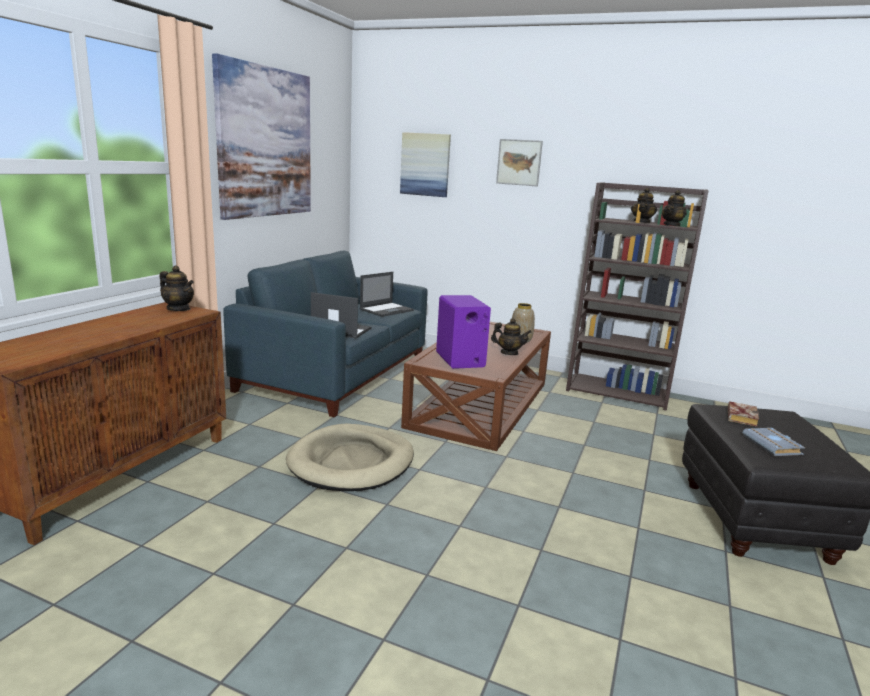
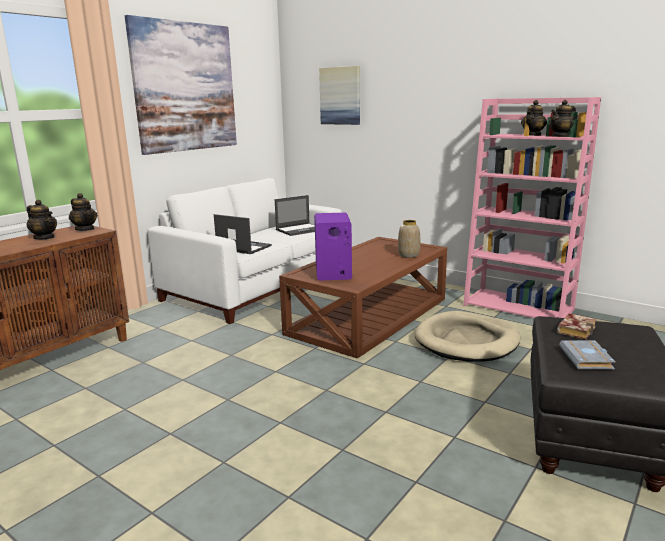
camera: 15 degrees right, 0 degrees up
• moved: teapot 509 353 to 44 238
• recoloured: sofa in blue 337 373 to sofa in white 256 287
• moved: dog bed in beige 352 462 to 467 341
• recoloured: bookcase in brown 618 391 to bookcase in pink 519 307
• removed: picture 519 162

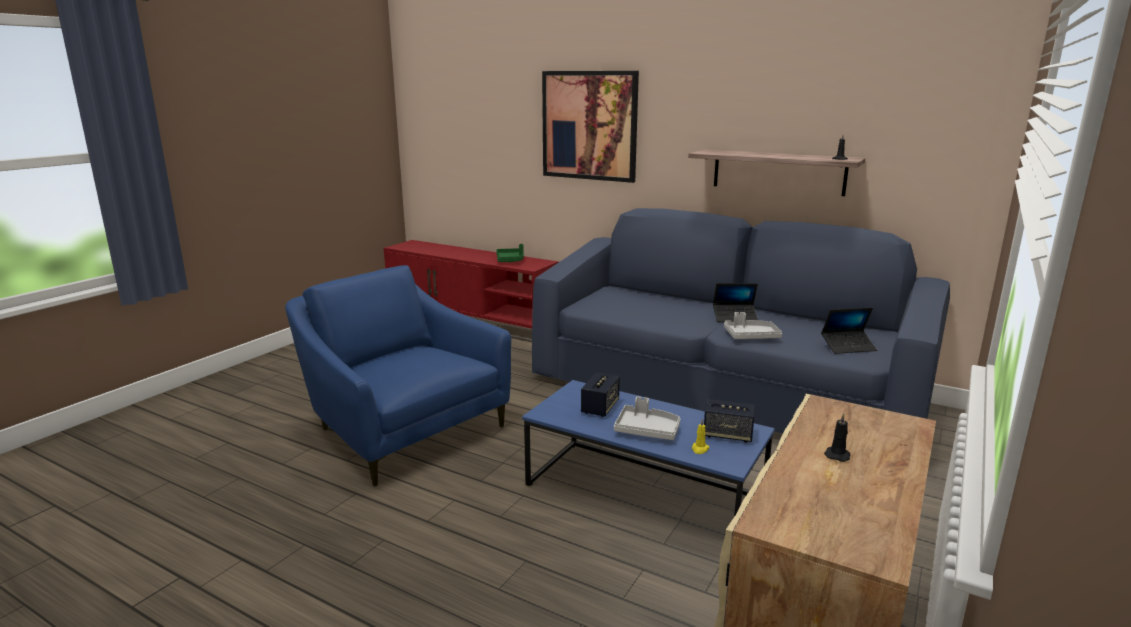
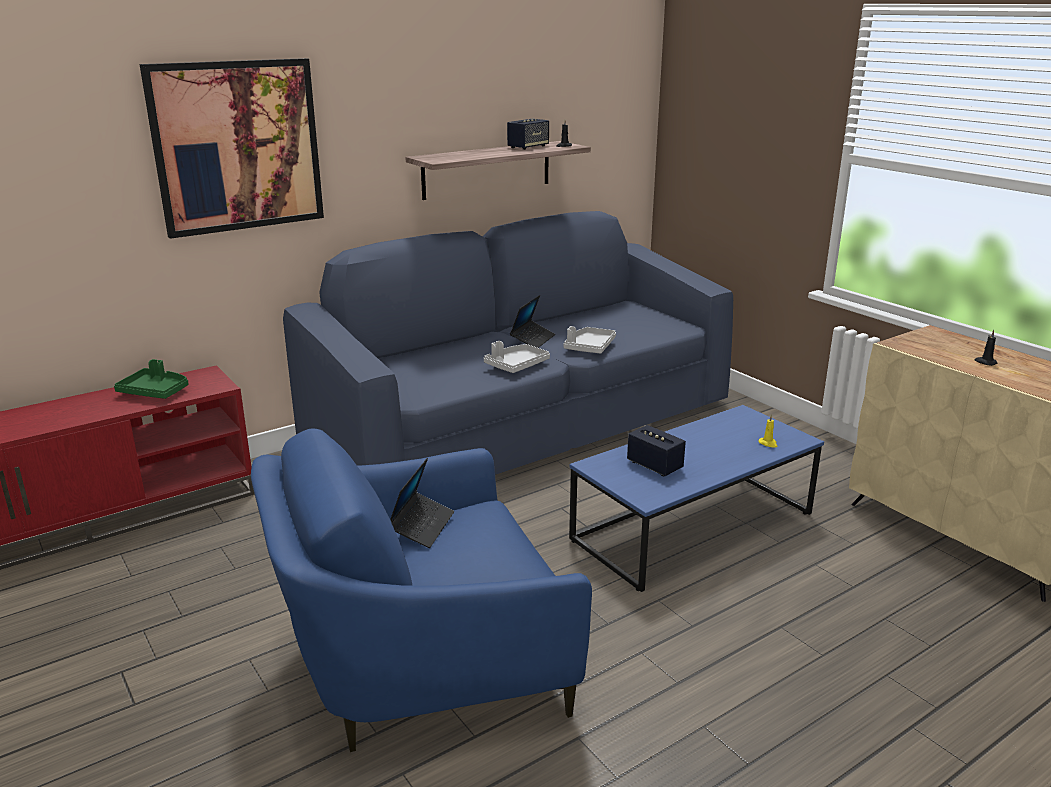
camera: 65 degrees left, 5 degrees up
• moved: laptop 848 347 to 422 526
• moved: tray in grey 647 430 to 516 365
• moved: speaker 727 435 to 528 147

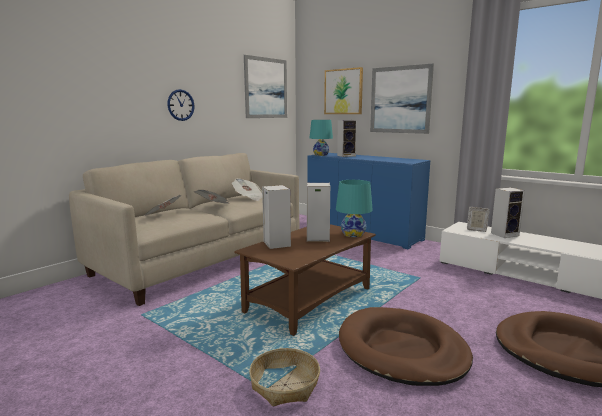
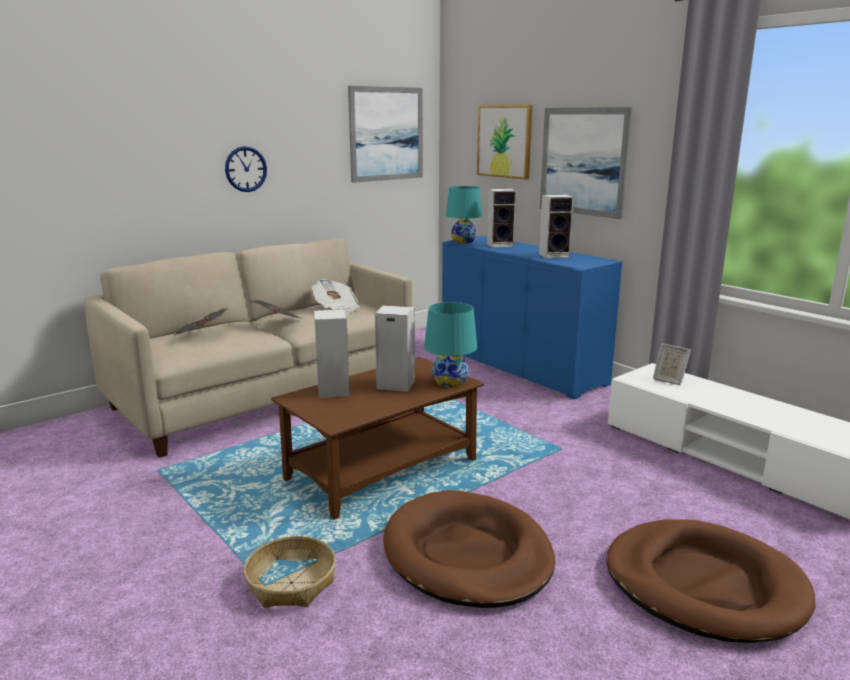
camera: 10 degrees right, 5 degrees up
• moved: speaker 505 234 to 555 255

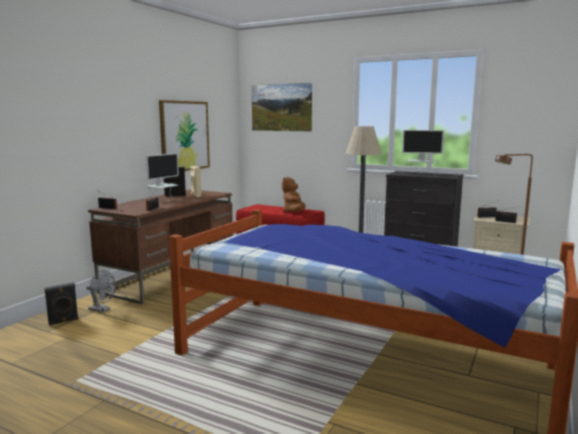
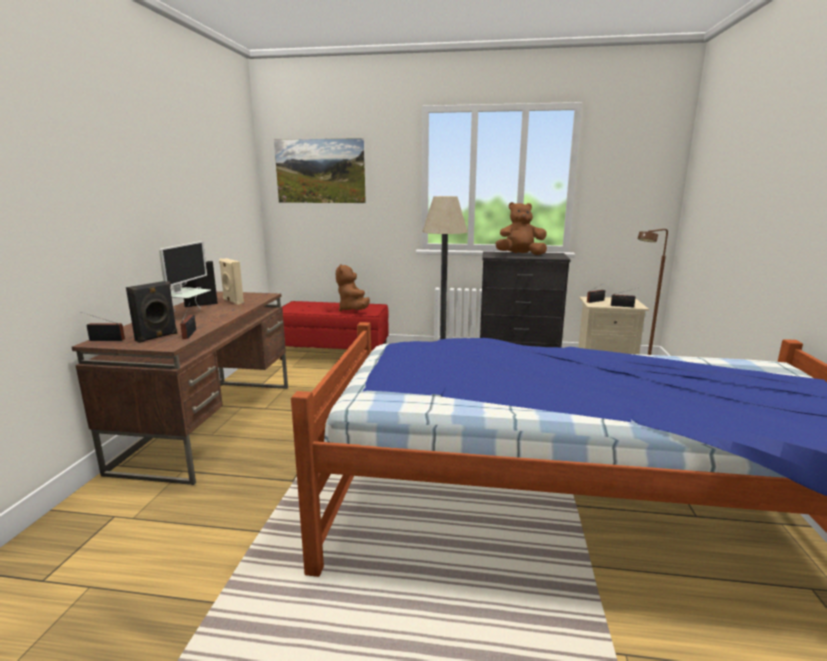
camera: 20 degrees left, 5 degrees up
• moved: speaker in black 63 321 to 157 337
• replaced: monitor 420 174 to plush toy in brown 520 255
• removed: fan in grey 102 310
• removed: picture 184 136

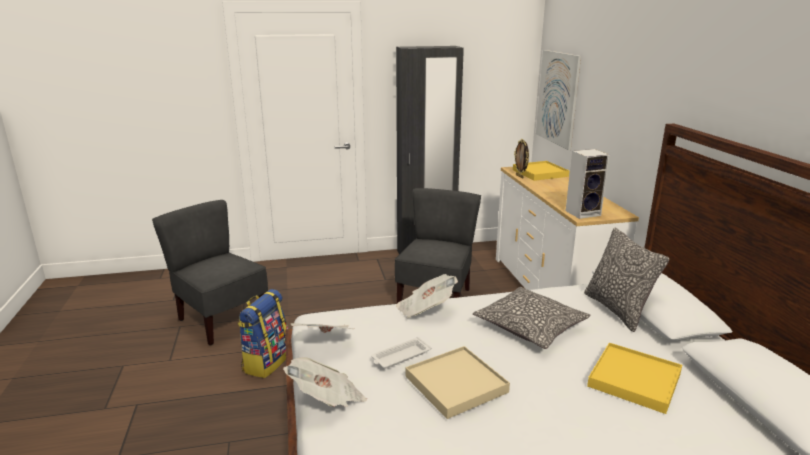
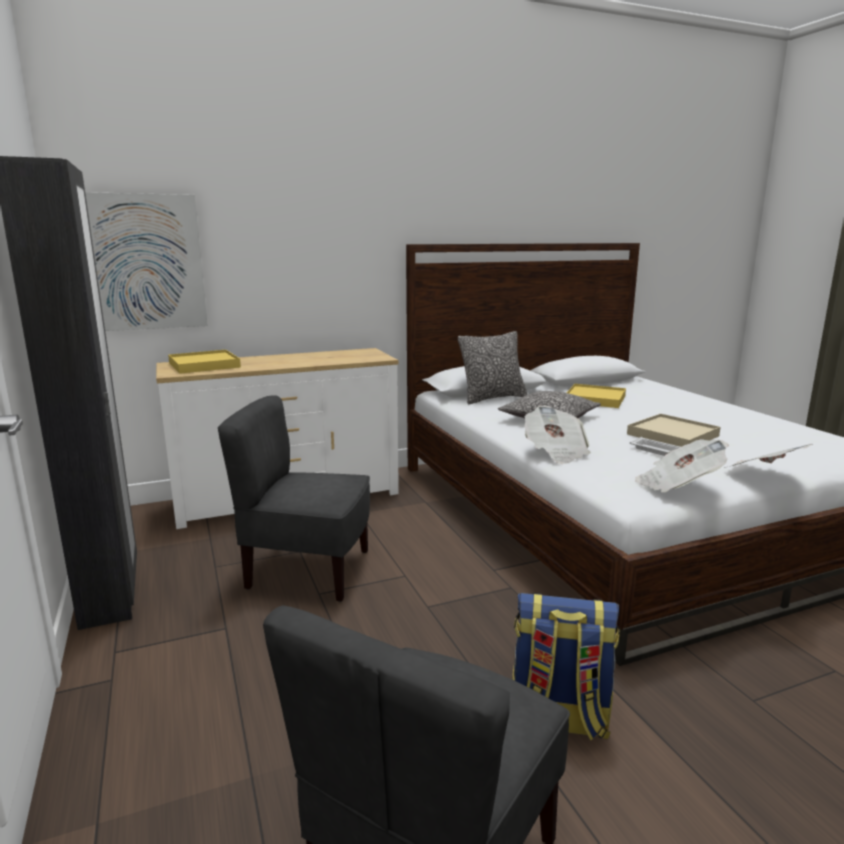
camera: 100 degrees left, 5 degrees down
• removed: picture frame 520 176
• removed: speaker 583 213

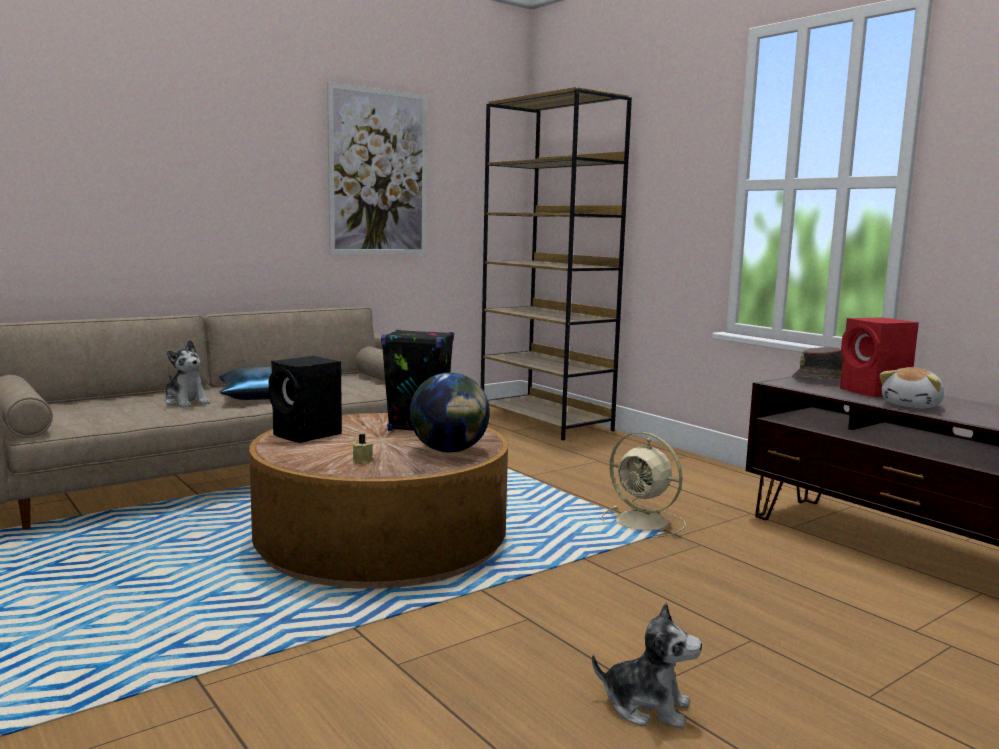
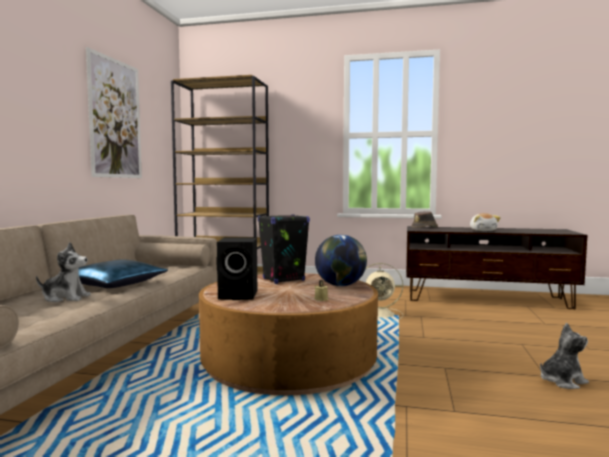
camera: 40 degrees left, 5 degrees down
• removed: speaker in red 875 392

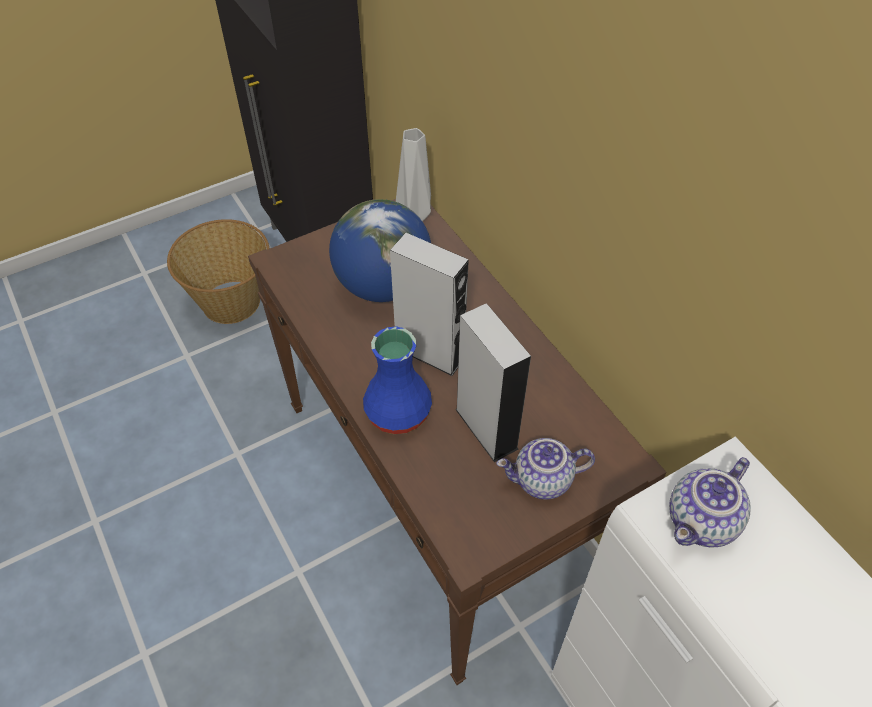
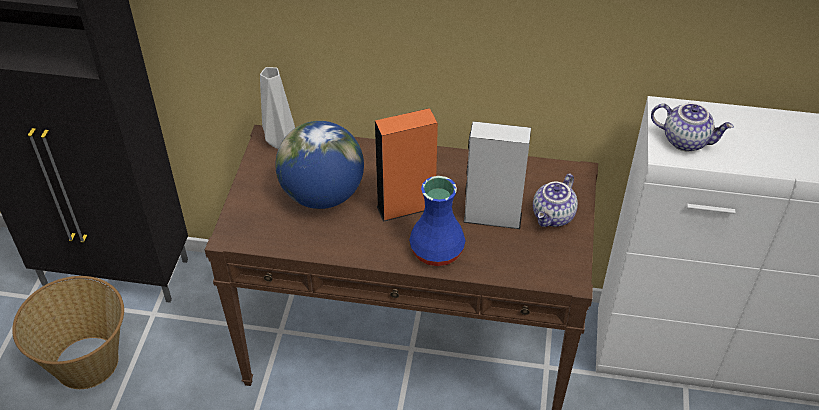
camera: 50 degrees left, 5 degrees down
• recoloured: speaker in grey 430 352 to speaker in orange 406 207
• turned: teapot 702 522 = 686 140 60 degrees counterclockwise

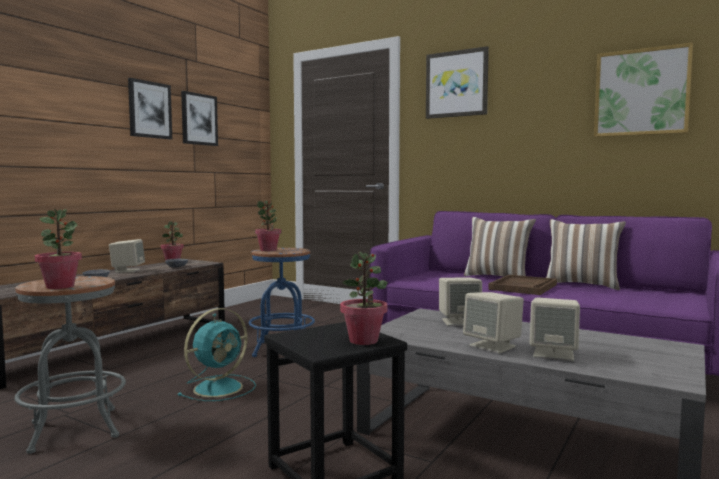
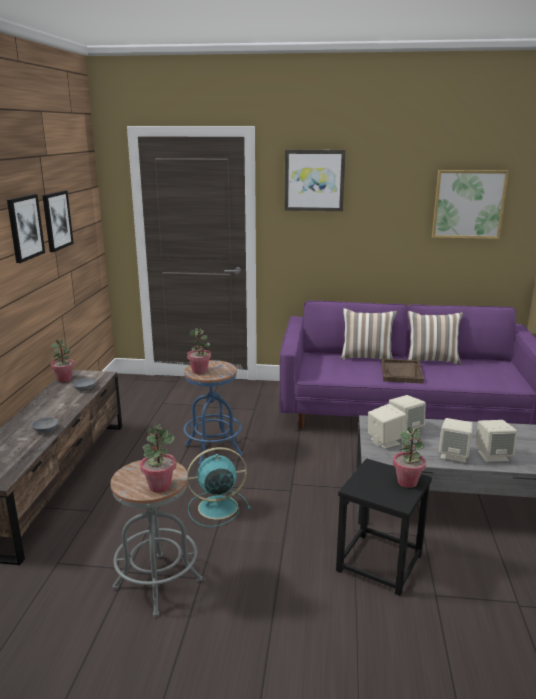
camera: 25 degrees left, 15 degrees up
• turned: fan in turquoise 220 387 = 216 507 120 degrees counterclockwise
• moved: speaker in beige 127 271 to 384 441

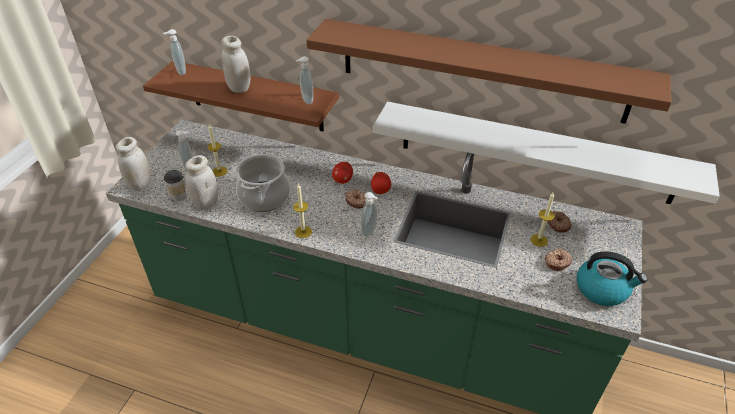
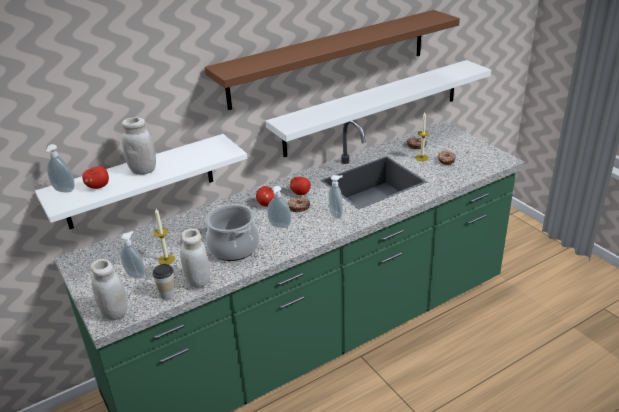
camera: 50 degrees left, 10 degrees down
• recoloured: shelf in brown 255 96 to shelf in white 140 182
• added: apple 98 186
• moved: soap dispenser 306 100 to 279 226
• removed: candle 303 232
• removed: kettle 602 289

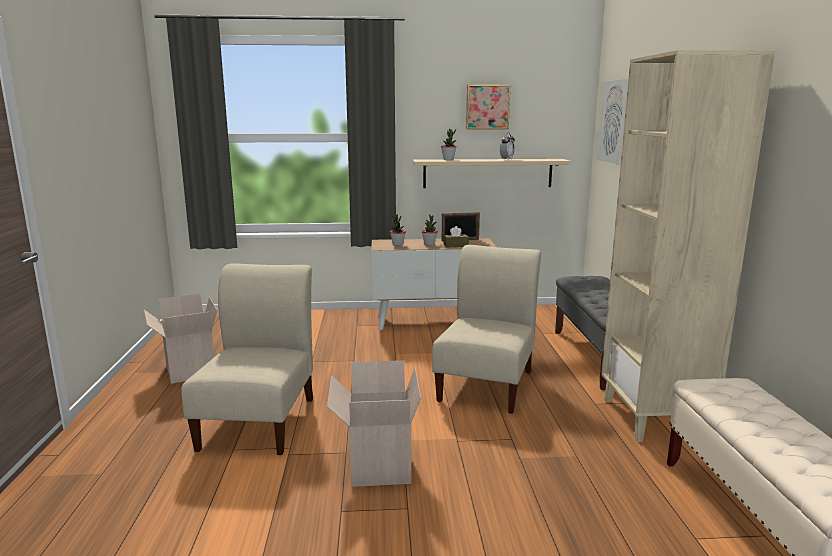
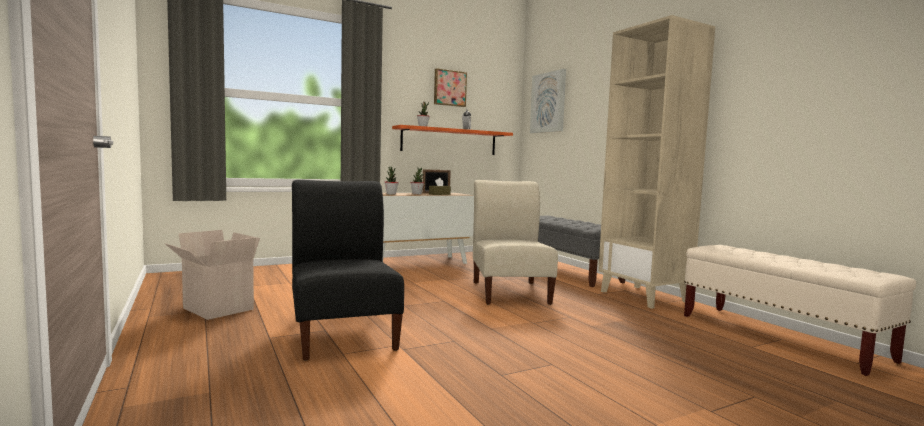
camera: 25 degrees left, 10 degrees down
• recoloured: chair in beige 260 420 to chair in black 344 332
• recoloured: shelf in beige 487 173 to shelf in orange 449 141
• removed: cardboard box 377 464

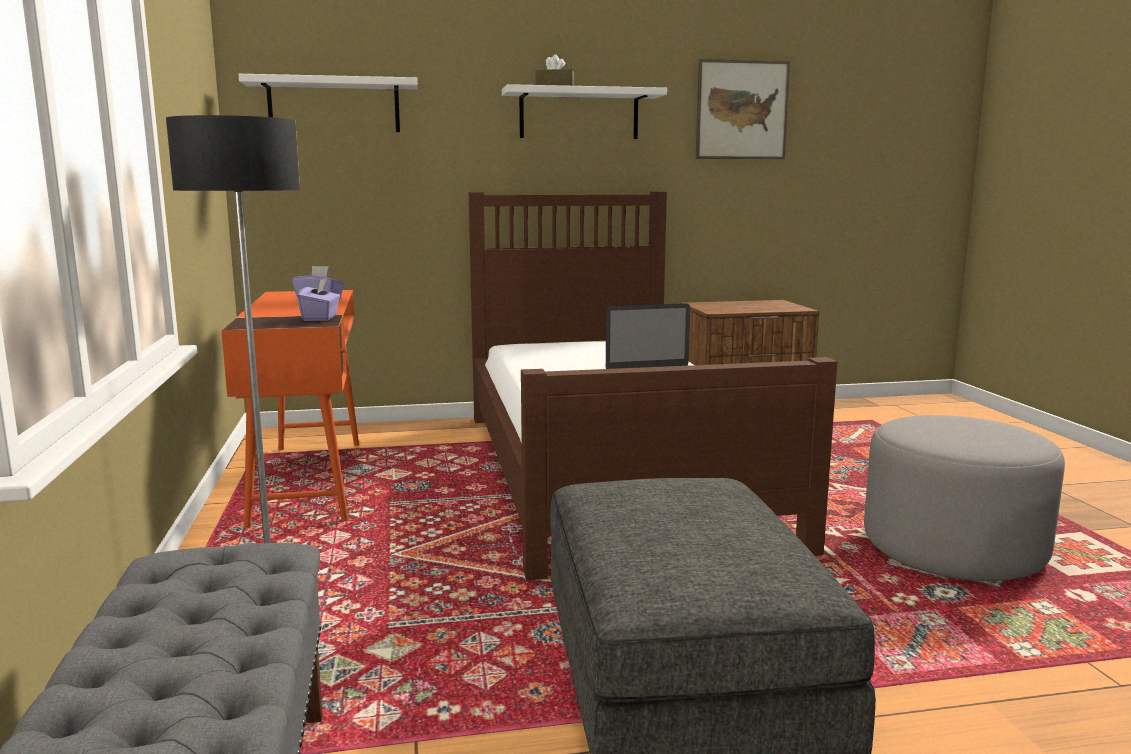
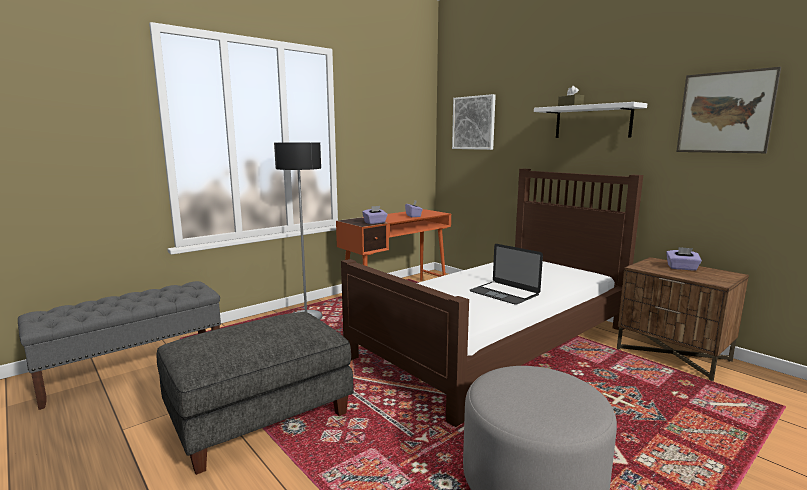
camera: 60 degrees right, 0 degrees up
• replaced: shelf in white 334 106 to picture 473 123
• added: tissue box in purple 682 268

